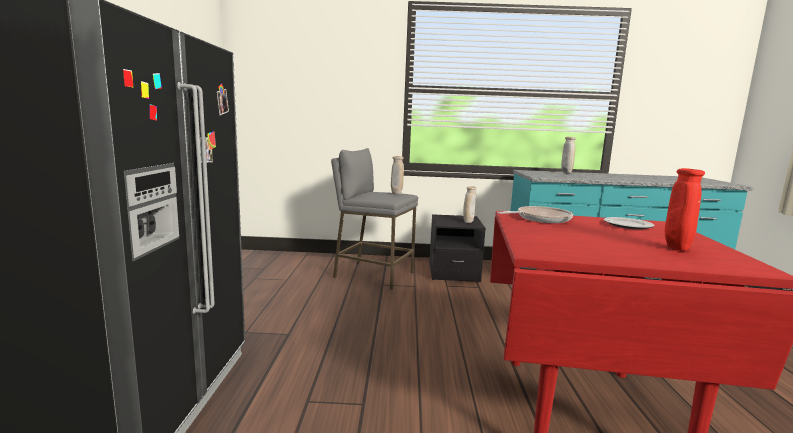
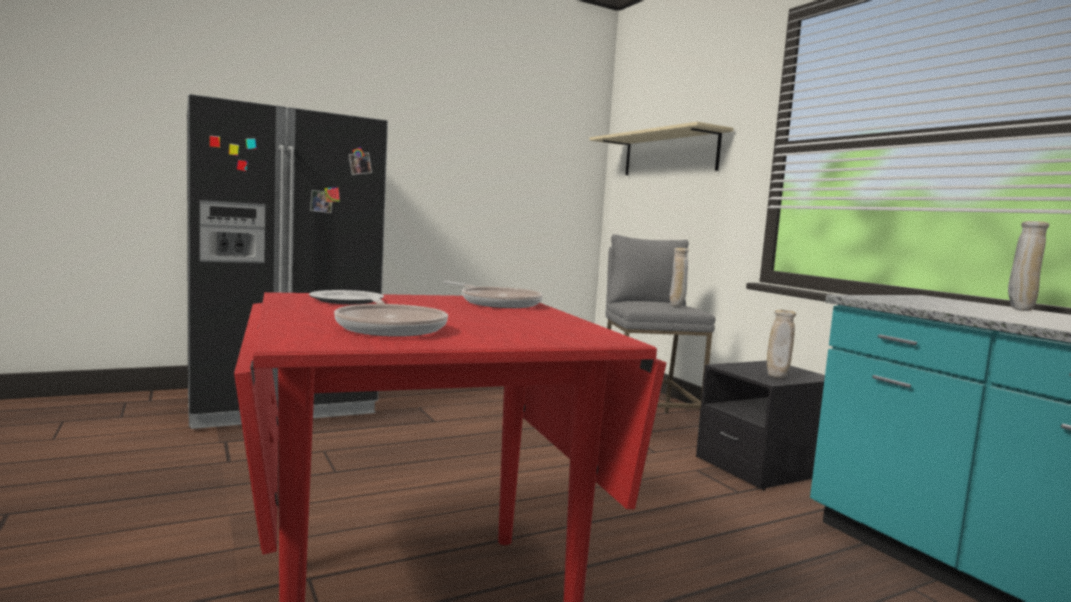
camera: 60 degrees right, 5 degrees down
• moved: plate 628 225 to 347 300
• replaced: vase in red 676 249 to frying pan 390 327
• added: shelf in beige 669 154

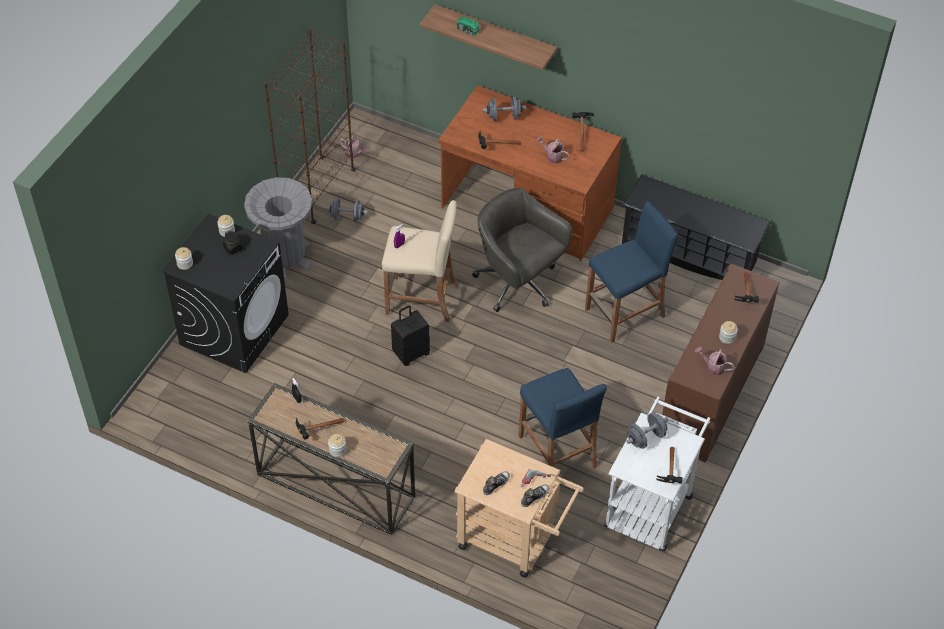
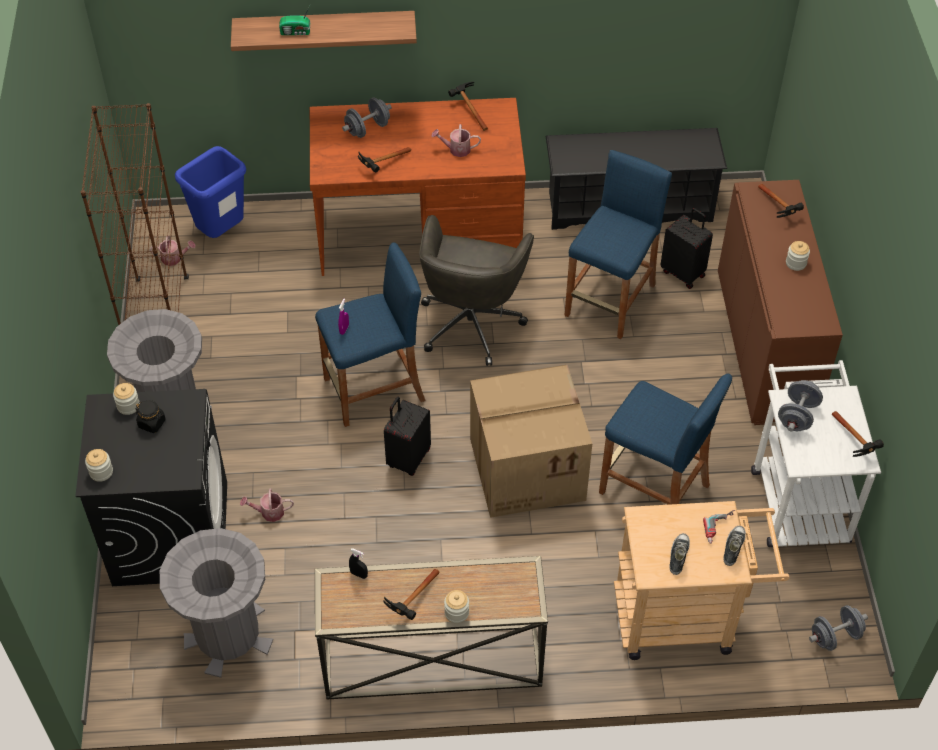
camera: 30 degrees left, 0 degrees up
• added: trash can in grey 228 636
• added: trash can in blue 222 232
• moved: watering can 713 367 to 269 512
• recoloured: stool in beige 421 299 to stool in blue 374 390
• turned: office chair in grey 518 284 = 471 322 90 degrees counterclockwise
• added: cardboard box 528 467
• added: suitcase in black 683 273
• moved: dumbbell in grey 347 217 to 835 636

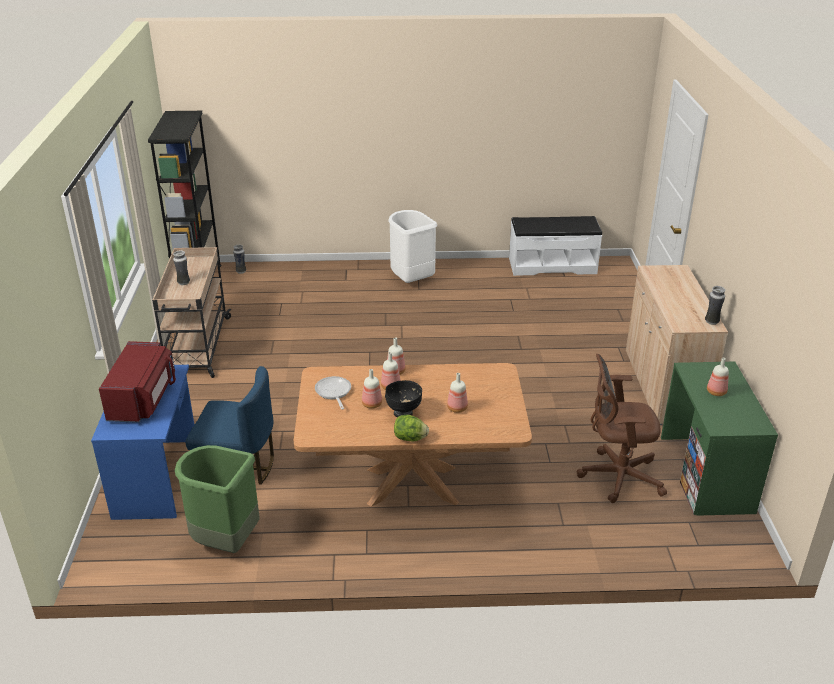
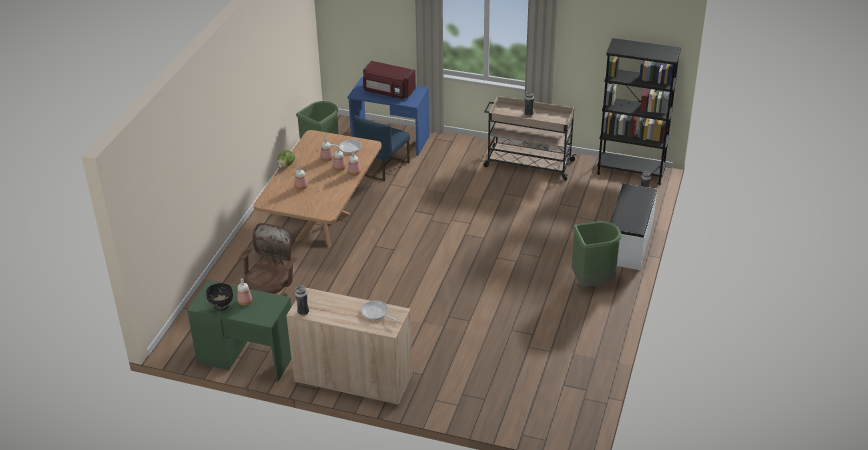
camera: 110 degrees right, 5 degrees up
• moved: bowl in black 403 413 to 221 306
• added: frying pan 376 313
• recoloured: trash can in white 411 280 to trash can in green 592 282
• moved: bench in white 552 265 to 630 243

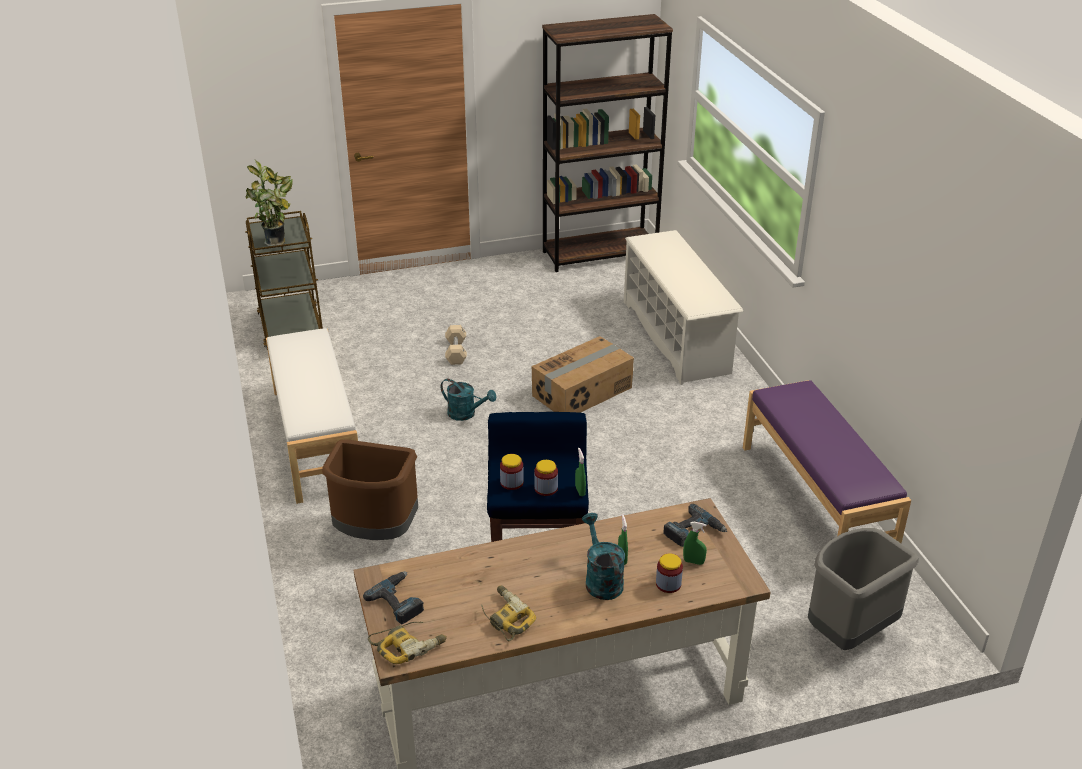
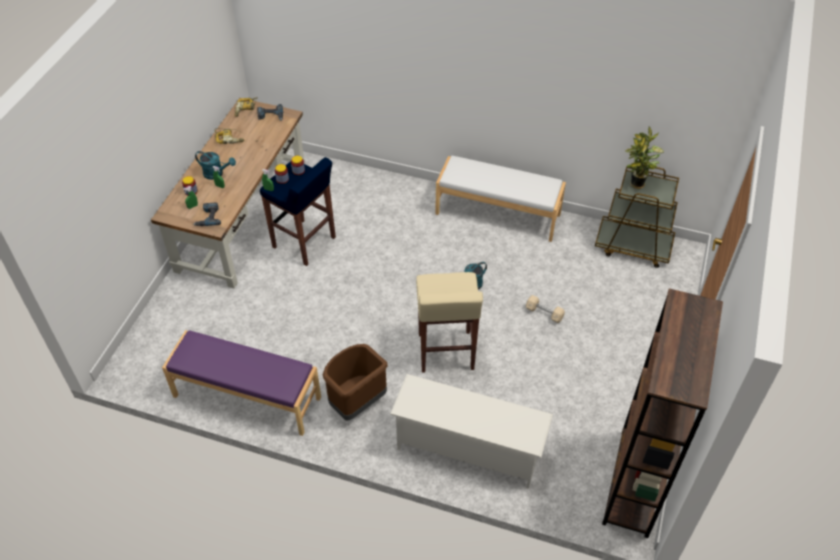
camera: 125 degrees right, 15 degrees up
• moved: trash can in brown 376 533 to 356 402
• replaced: cardboard box 583 392 to stool in beige 445 352
• removed: trash can in grey 848 631

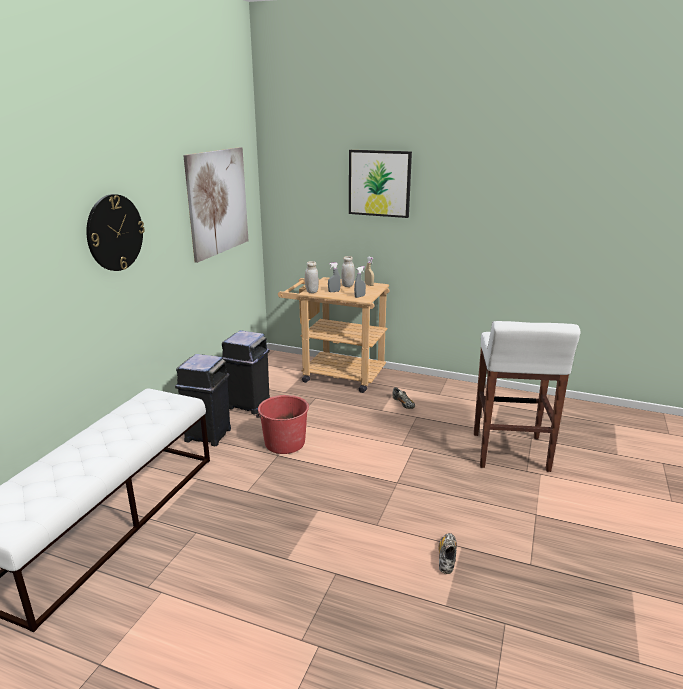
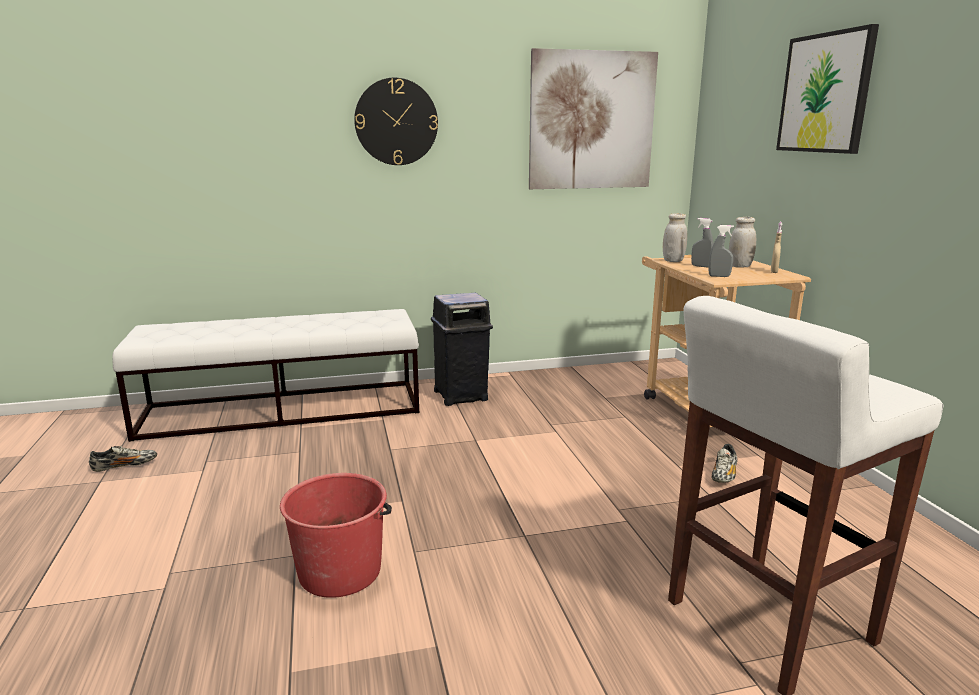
camera: 55 degrees right, 5 degrees down
• moved: shoe 447 557 to 125 466
• moved: bucket in red 284 443 to 340 571
• removed: trash can in black 248 404

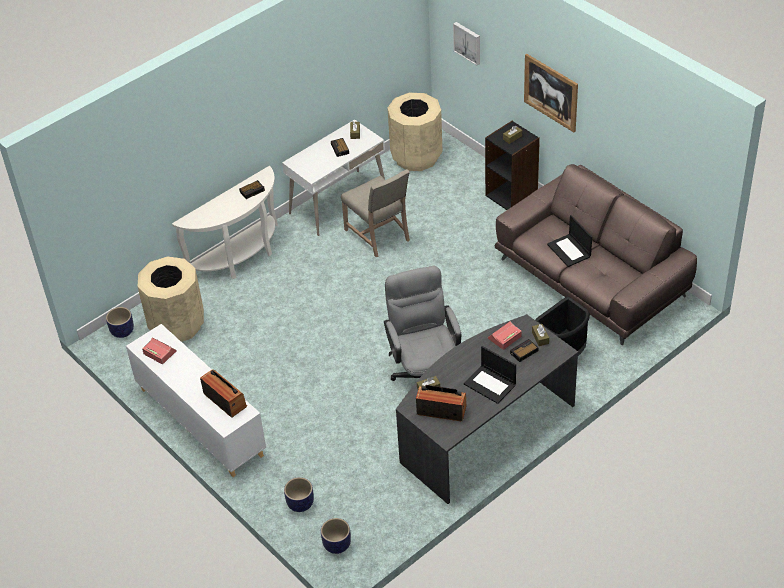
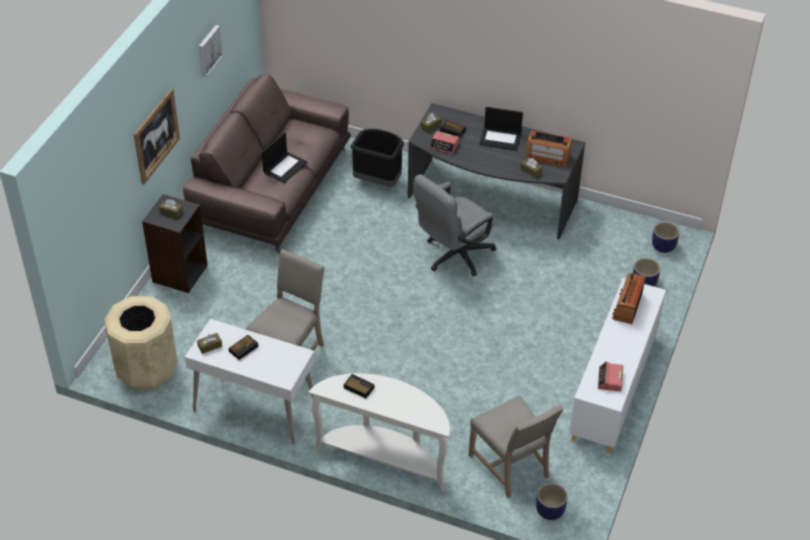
camera: 120 degrees left, 0 degrees up
• moved: picture 468 42 to 208 50
• replaced: trash can in beige 177 325 to chair in beige 511 466
• turned: laptop 490 384 = 501 138 90 degrees clockwise
• turned: radio 441 410 = 547 157 60 degrees counterclockwise

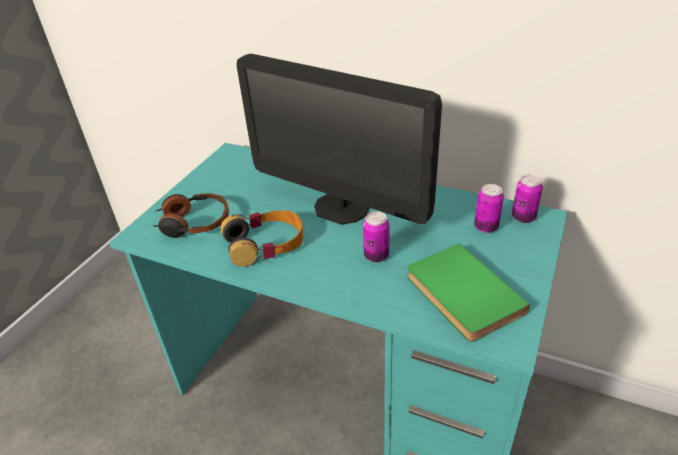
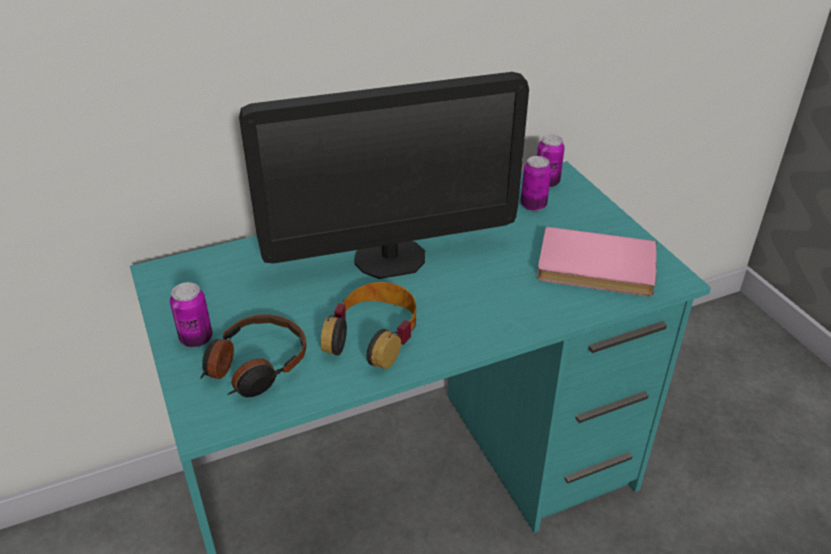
camera: 50 degrees left, 0 degrees up
• moved: can 376 256 to 196 339
• recoloured: book in green 460 295 to book in pink 596 268

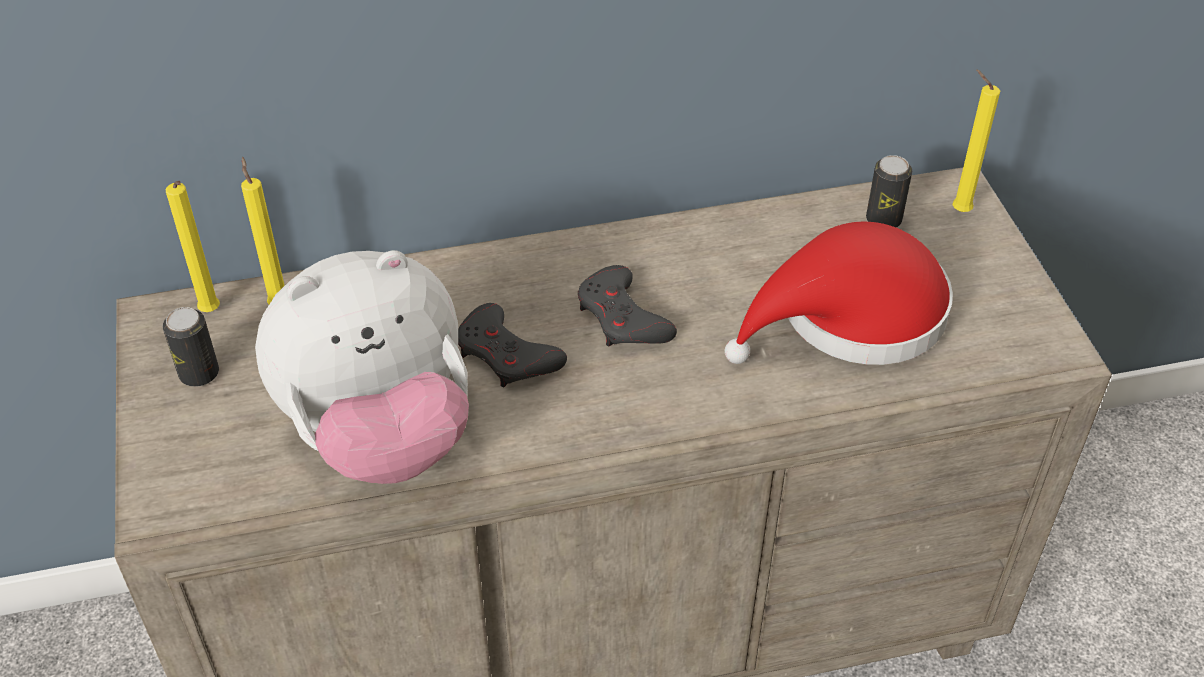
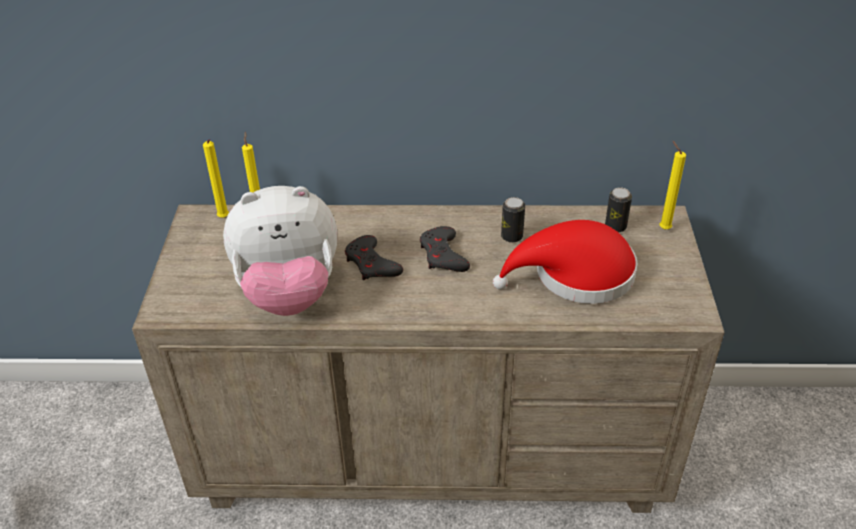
camera: 15 degrees right, 5 degrees down
• moved: can 199 374 to 511 236

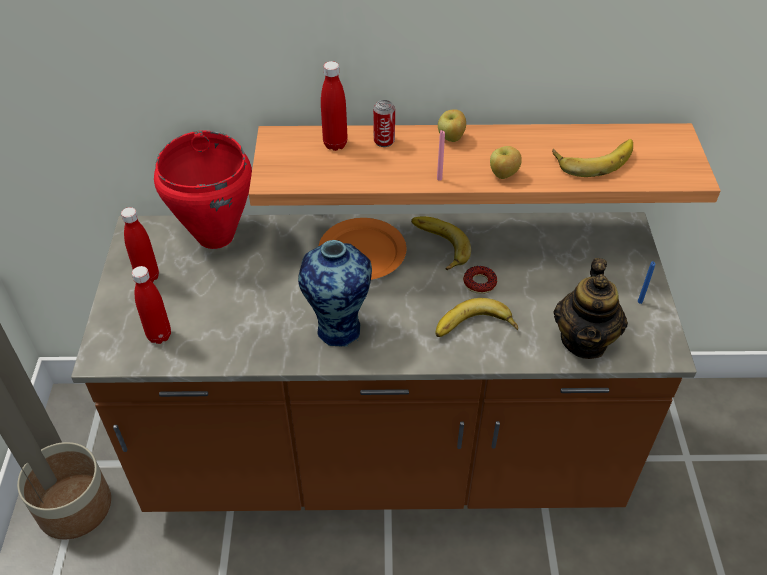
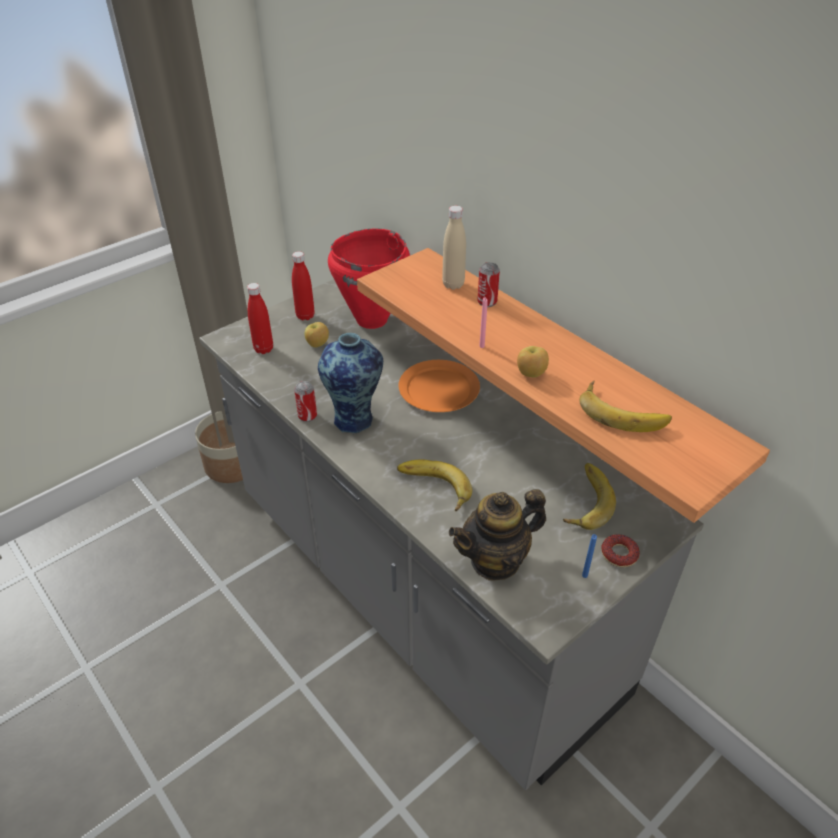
camera: 50 degrees right, 5 degrees down
• recoloured: counter in brown 383 457 to counter in grey 418 593
• added: can 307 416
• moved: apple 451 138 to 317 344
• recoloured: bottle in red 335 144 to bottle in beige 453 284
• moved: banana 436 246 to 584 500
• moved: donut 479 283 to 619 554

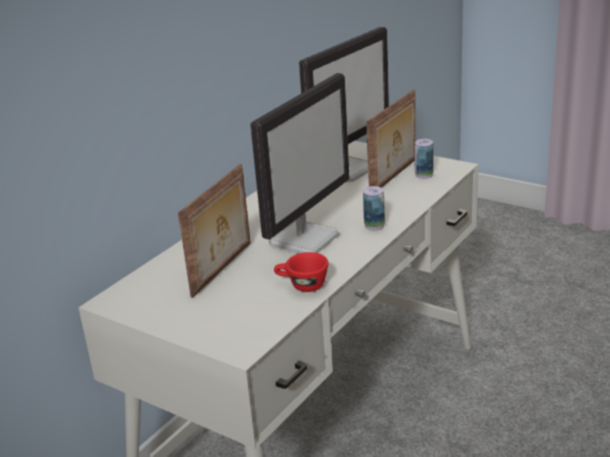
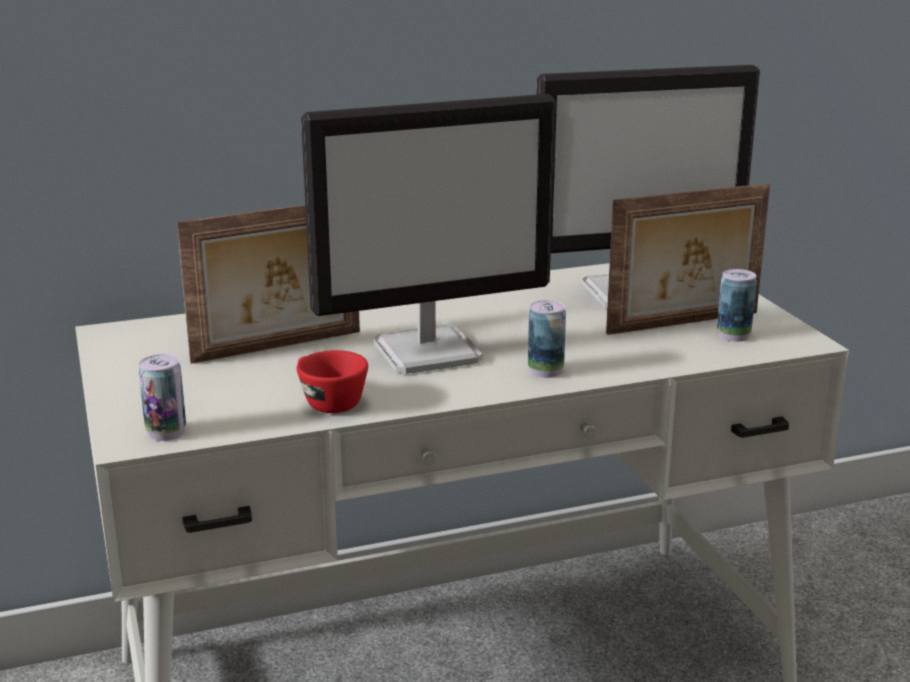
camera: 35 degrees right, 5 degrees down
• added: can 166 432

